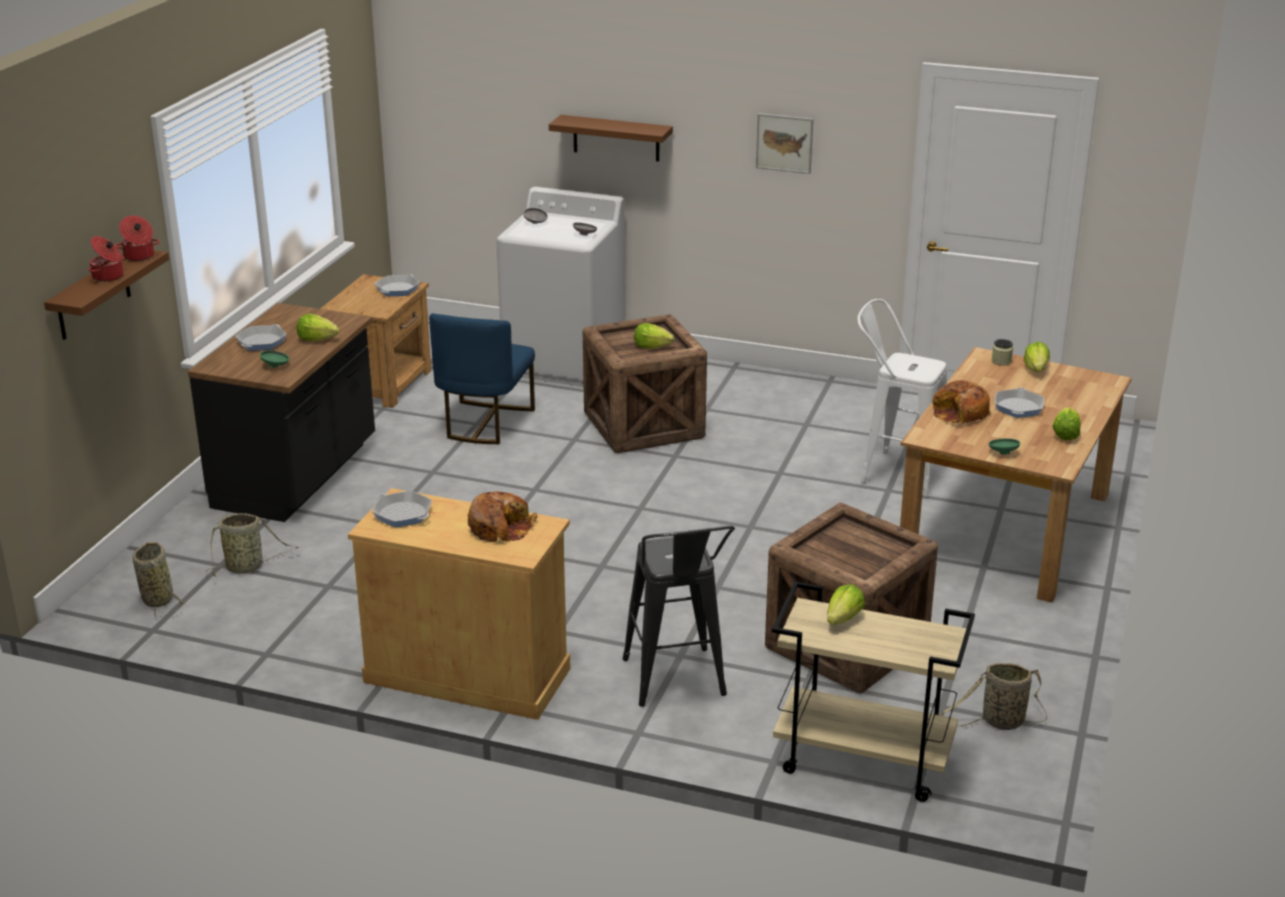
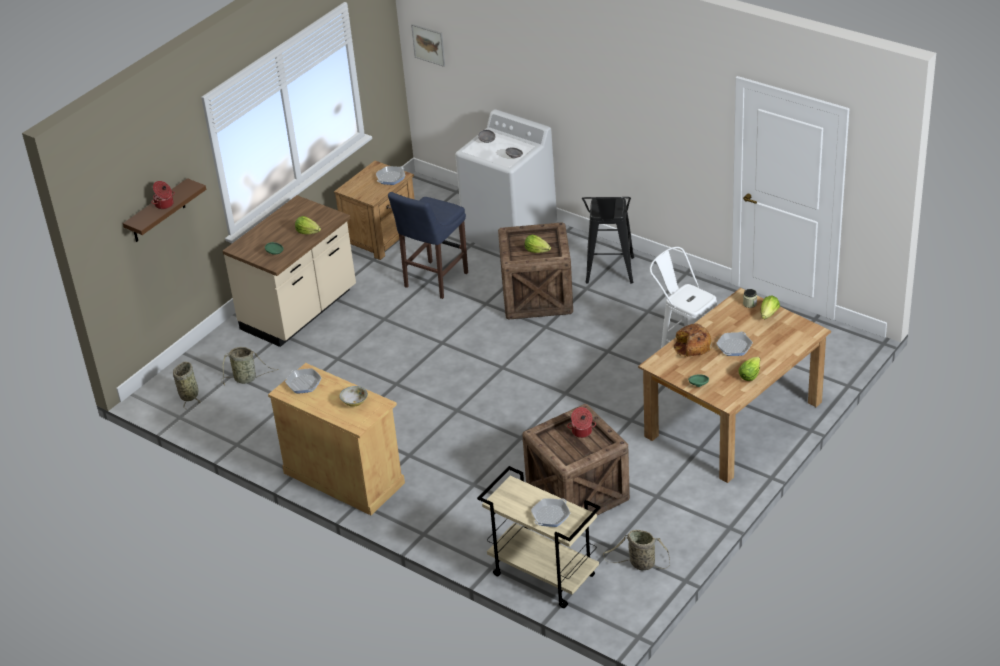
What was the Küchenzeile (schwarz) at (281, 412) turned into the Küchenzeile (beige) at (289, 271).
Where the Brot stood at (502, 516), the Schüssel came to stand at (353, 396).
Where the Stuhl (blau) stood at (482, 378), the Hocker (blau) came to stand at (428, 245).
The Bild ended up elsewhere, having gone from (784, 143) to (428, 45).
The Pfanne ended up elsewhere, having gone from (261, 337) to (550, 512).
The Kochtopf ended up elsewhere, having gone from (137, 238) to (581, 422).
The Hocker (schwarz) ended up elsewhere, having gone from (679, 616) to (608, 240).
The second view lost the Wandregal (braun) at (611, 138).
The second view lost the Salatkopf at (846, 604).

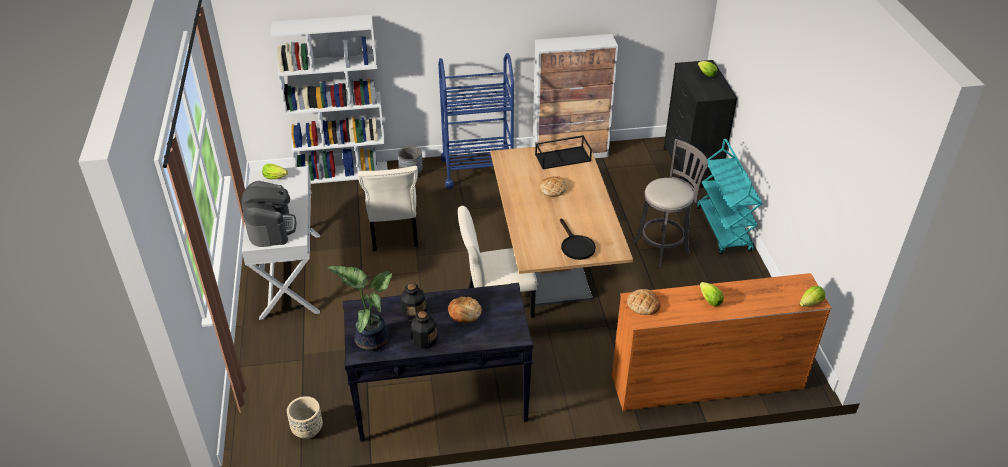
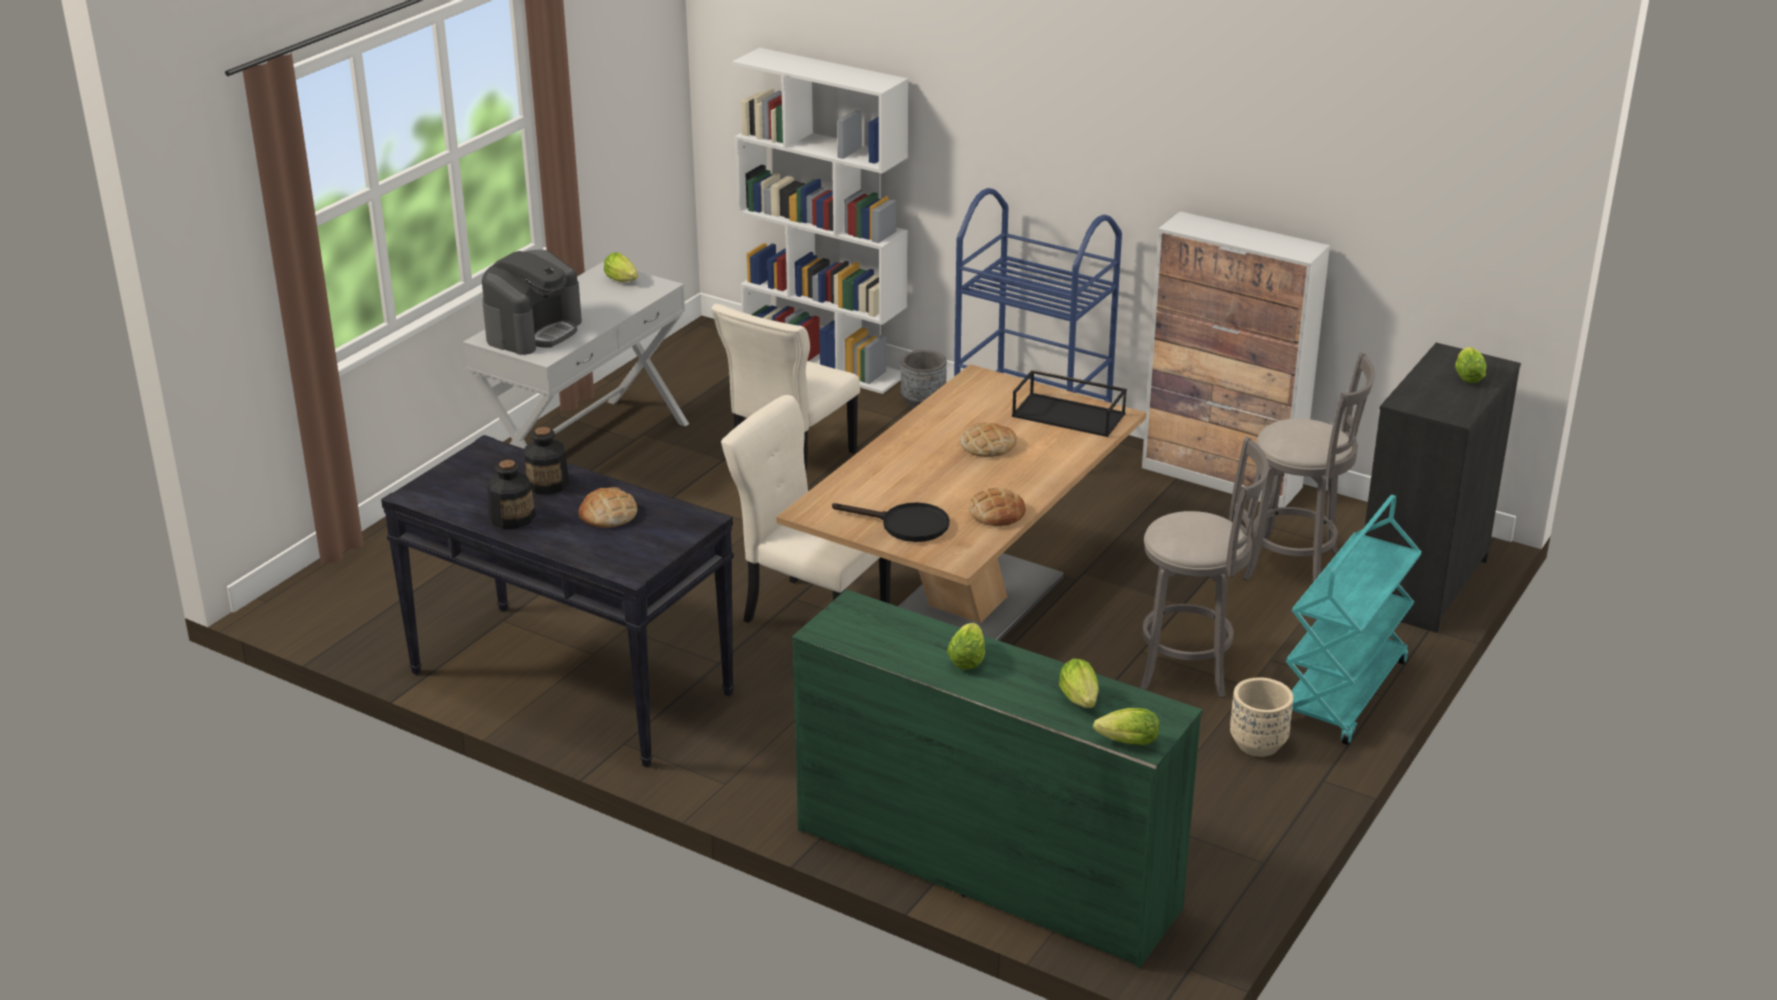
What was the Kommode (orange) at (721, 342) turned into the Kommode (grün) at (997, 778).
The Pfanne (schwarz) at (578, 239) ended up facing another way, 90 degrees counterclockwise from before.
The Brot ended up elsewhere, having gone from (644, 302) to (997, 507).
The second view gained the Salatkopf at (1079, 683).
The Pflanzkübel (beige) ended up elsewhere, having gone from (305, 417) to (1261, 717).
The second view gained the Hocker (grau) at (1309, 467).
The second view lost the Topfpflanze at (360, 308).

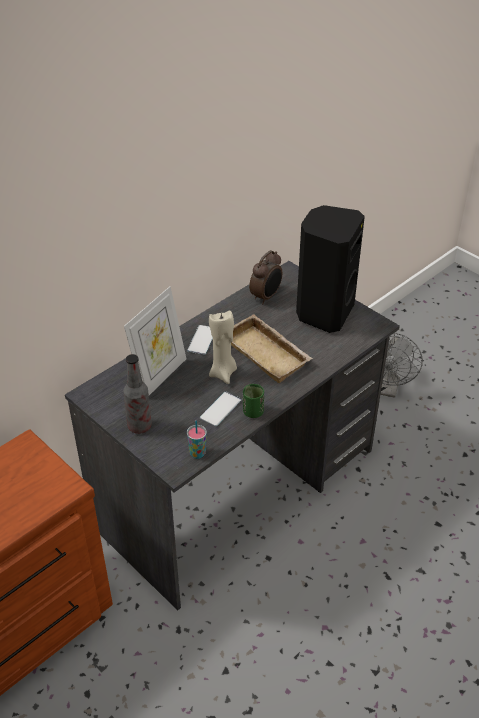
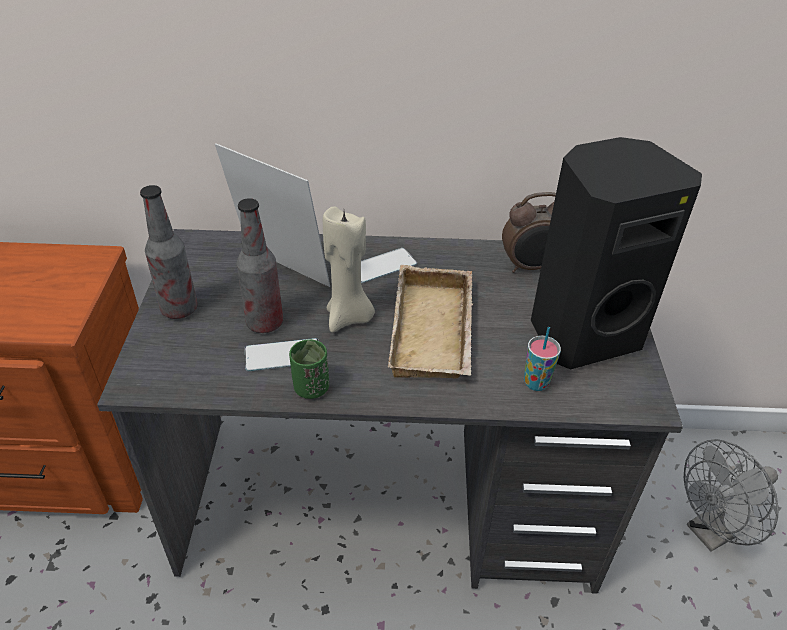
The Bilderrahmen at (155, 340) ended up facing another way, 135 degrees counterclockwise from before.
The second view gained the Flasche at (260, 265).
The Tasse ended up elsewhere, having gone from (197, 439) to (542, 359).

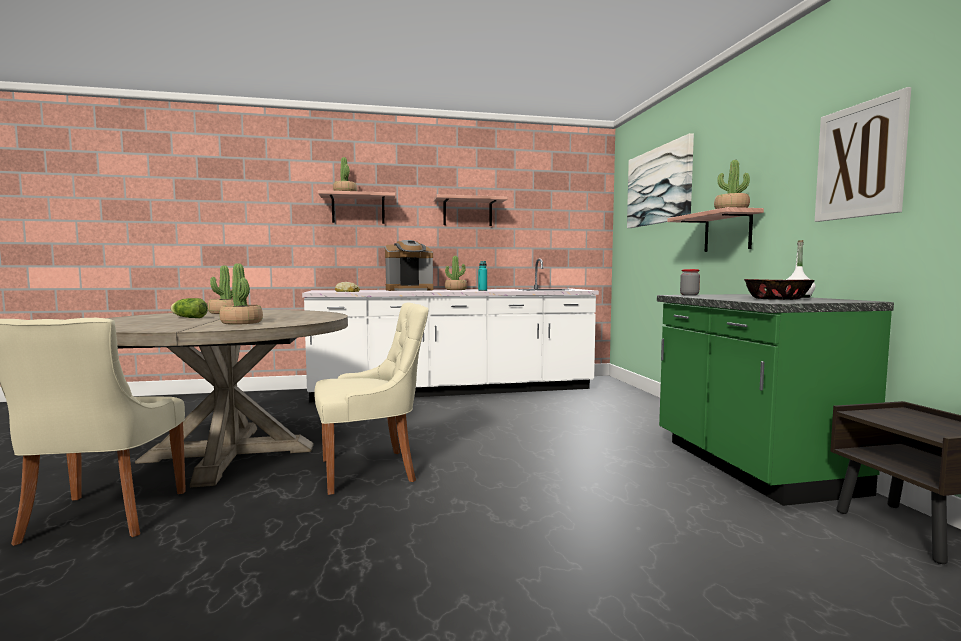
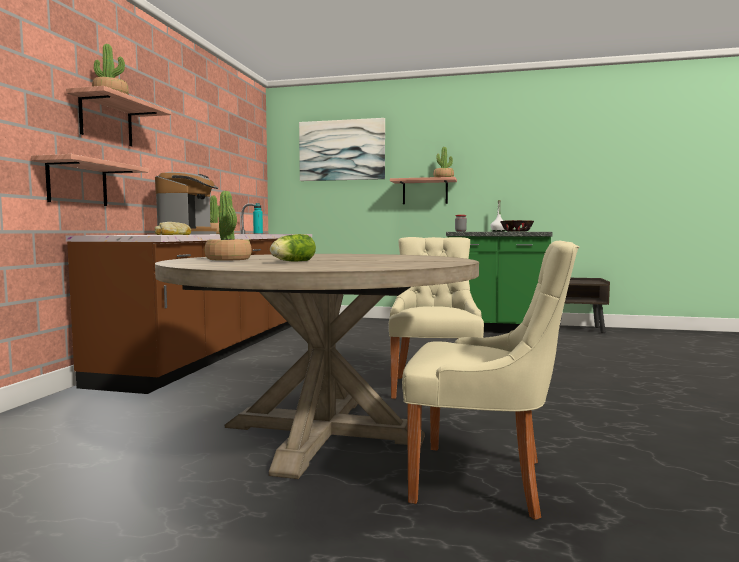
The Wandregal ended up elsewhere, having gone from (471, 210) to (90, 180).
What was the Küchenzeile (weiß) at (450, 331) turned into the Küchenzeile (braun) at (189, 298).
The second view lost the Topfpflanze at (241, 294).
The second view lost the Bild at (863, 154).

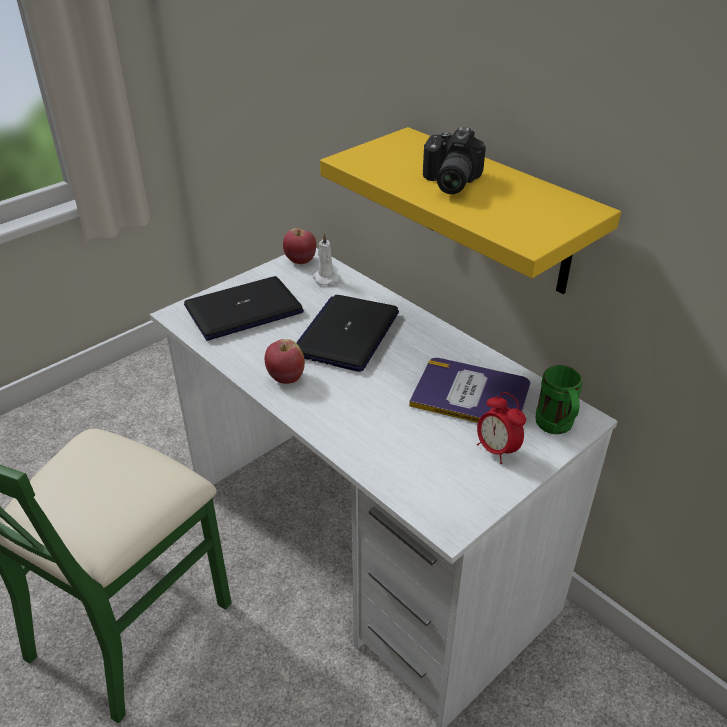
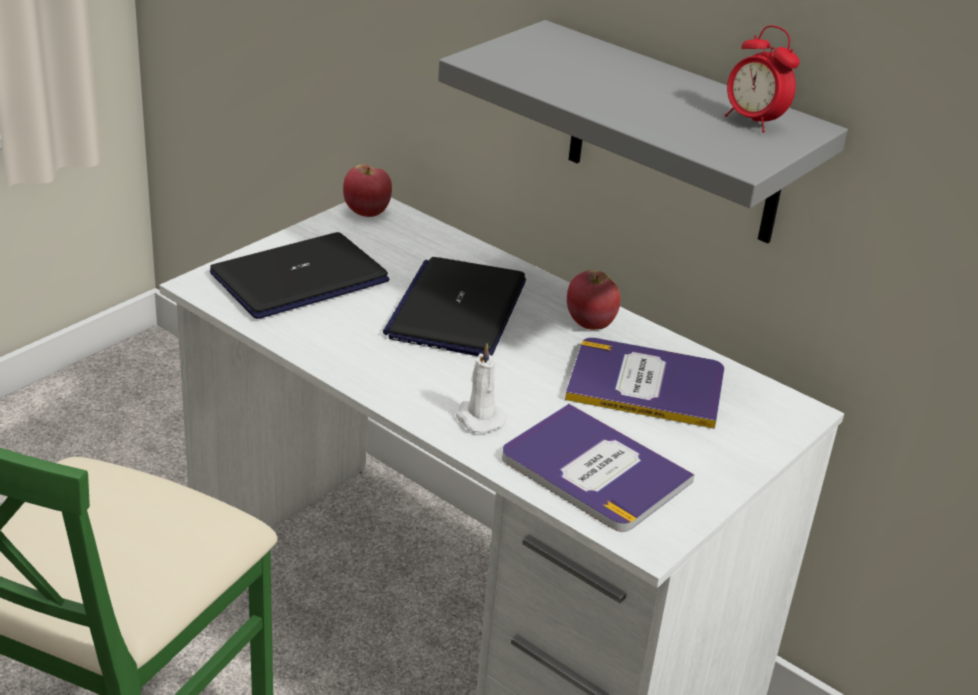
What was the Wandregal (gelb) at (470, 210) turned into the Wandregal (grau) at (643, 131).
The Kerze (weiß) ended up elsewhere, having gone from (326, 259) to (481, 388).
The second view gained the Buch at (598, 468).
The Apfel ended up elsewhere, having gone from (285, 361) to (593, 300).
The Wecker ended up elsewhere, having gone from (501, 428) to (762, 79).
The second view lost the Kamera at (454, 160).
The second view lost the Henkelbecher (grün) at (558, 399).

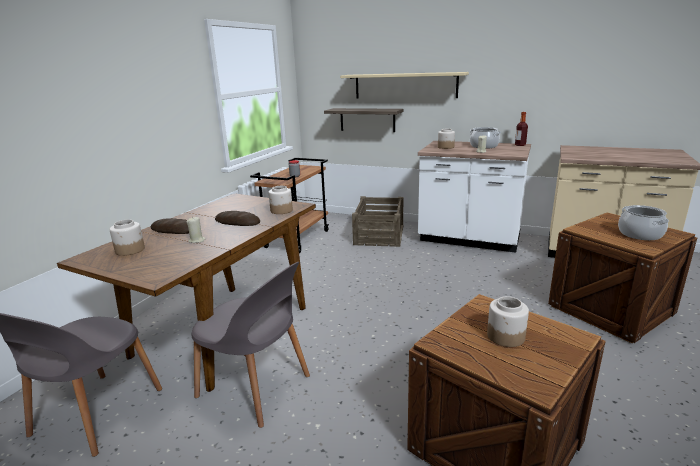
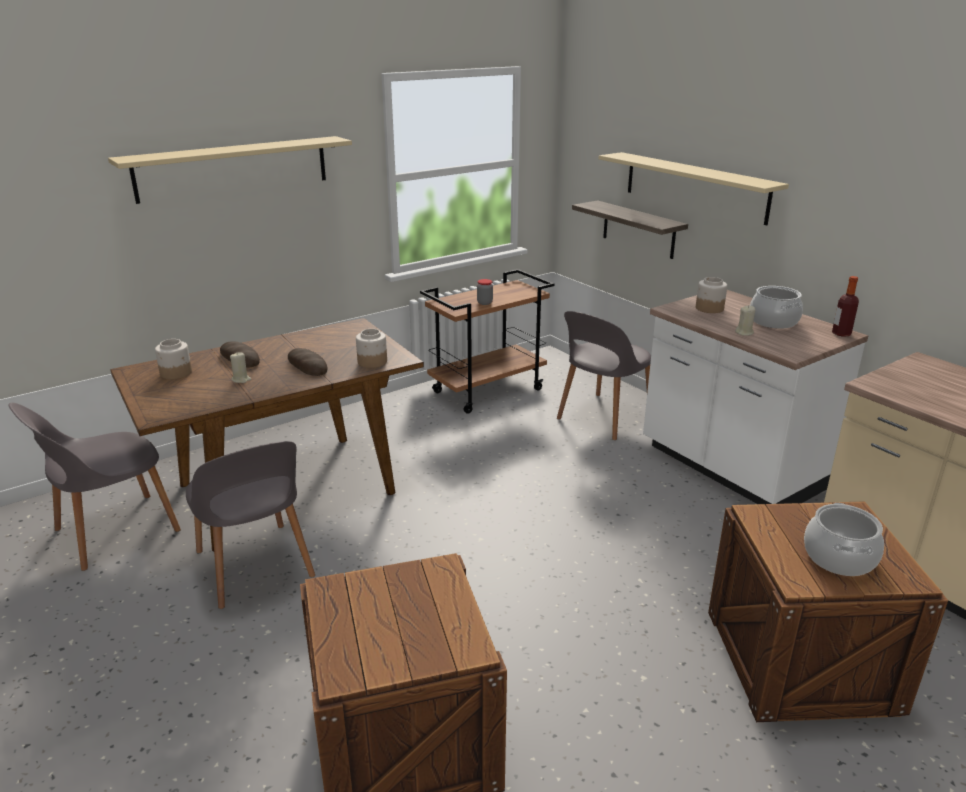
The second view gained the Wandregal (beige) at (230, 170).
Where the Kiste stood at (378, 221), the Stuhl (grau) came to stand at (604, 375).
The second view lost the Vorratsglas at (508, 321).

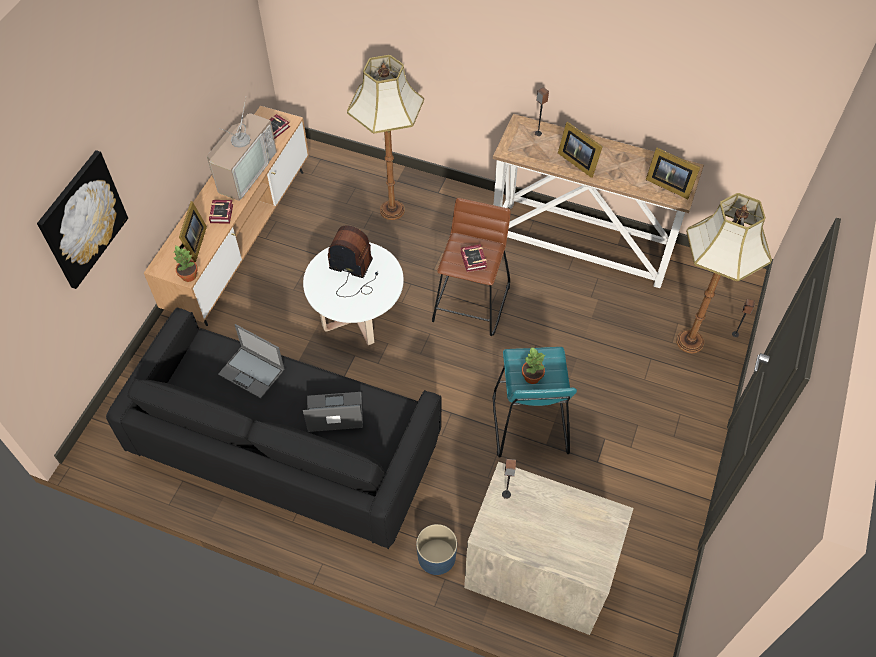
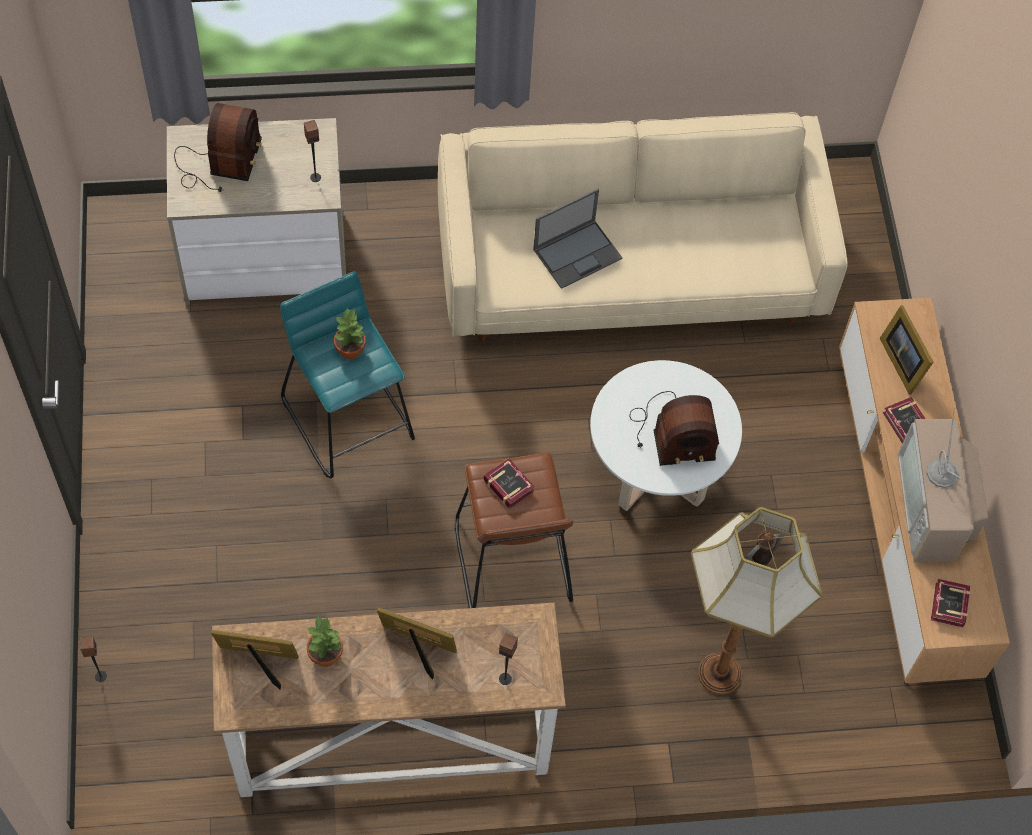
The second view gained the Radio at (218, 147).
The Topfpflanze ended up elsewhere, having gone from (185, 264) to (325, 641).
What was the Sofa (schwarz) at (274, 428) turned into the Sofa (beige) at (643, 227).
The second view lost the Bild at (82, 219).
The second view lost the Laptop at (251, 361).
The second view lost the Pflanzkübel (blau) at (436, 549).
The second view lost the Stehlampe at (724, 273).

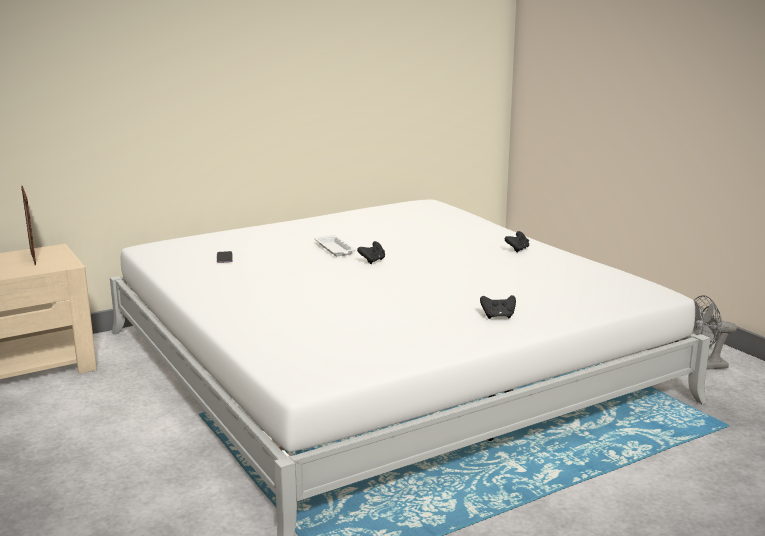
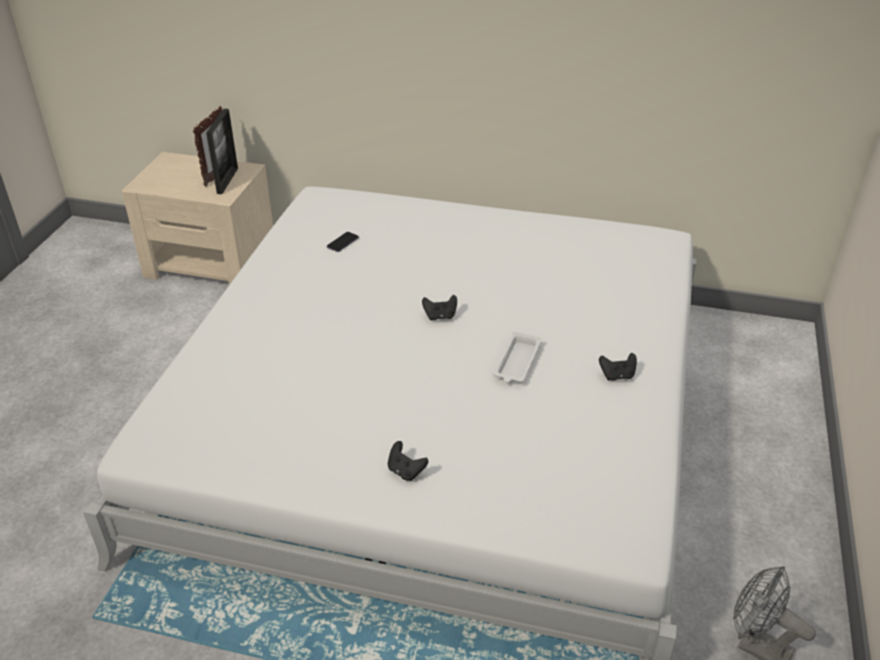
The second view gained the Bilderrahmen at (222, 151).
The Tablett (weiß) ended up elsewhere, having gone from (335, 245) to (517, 357).

